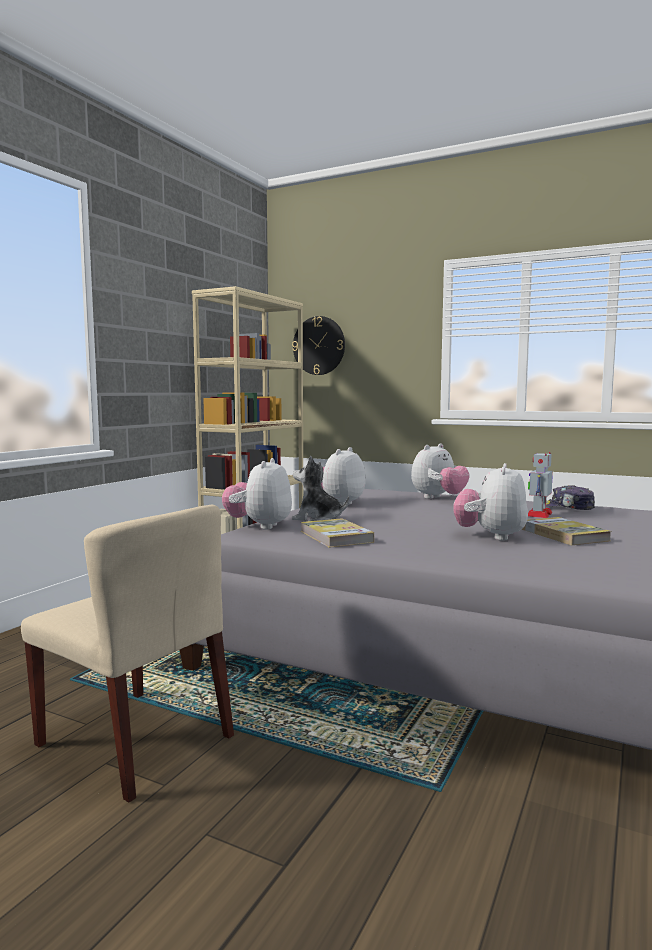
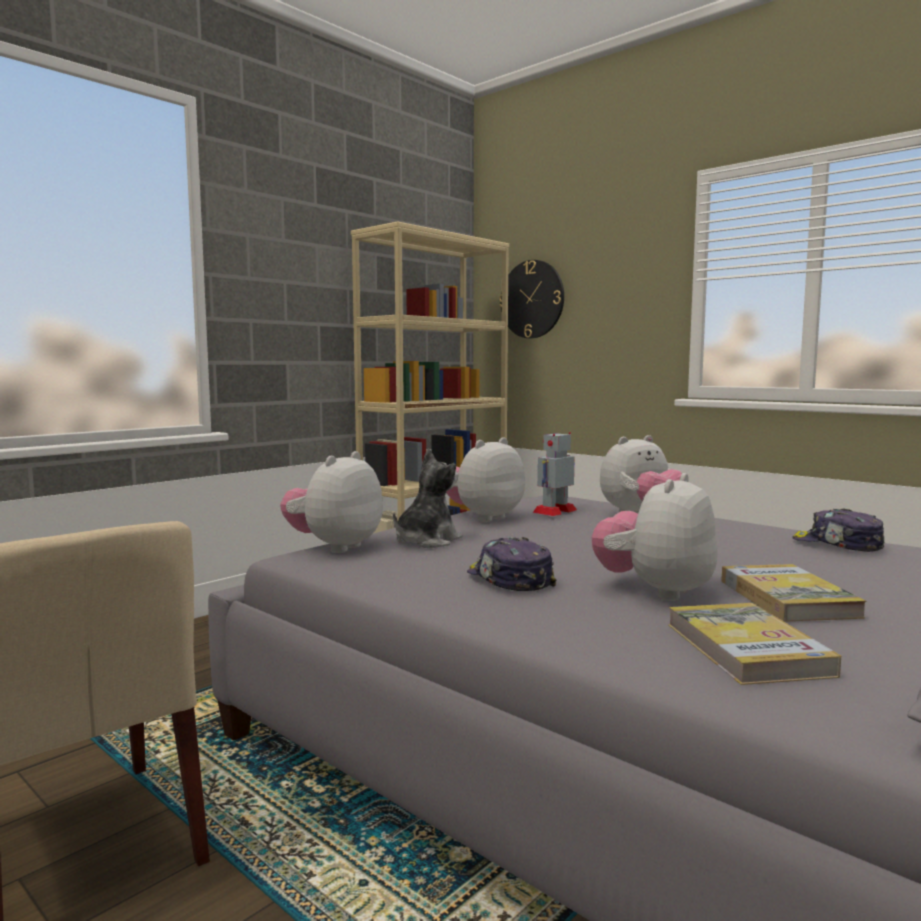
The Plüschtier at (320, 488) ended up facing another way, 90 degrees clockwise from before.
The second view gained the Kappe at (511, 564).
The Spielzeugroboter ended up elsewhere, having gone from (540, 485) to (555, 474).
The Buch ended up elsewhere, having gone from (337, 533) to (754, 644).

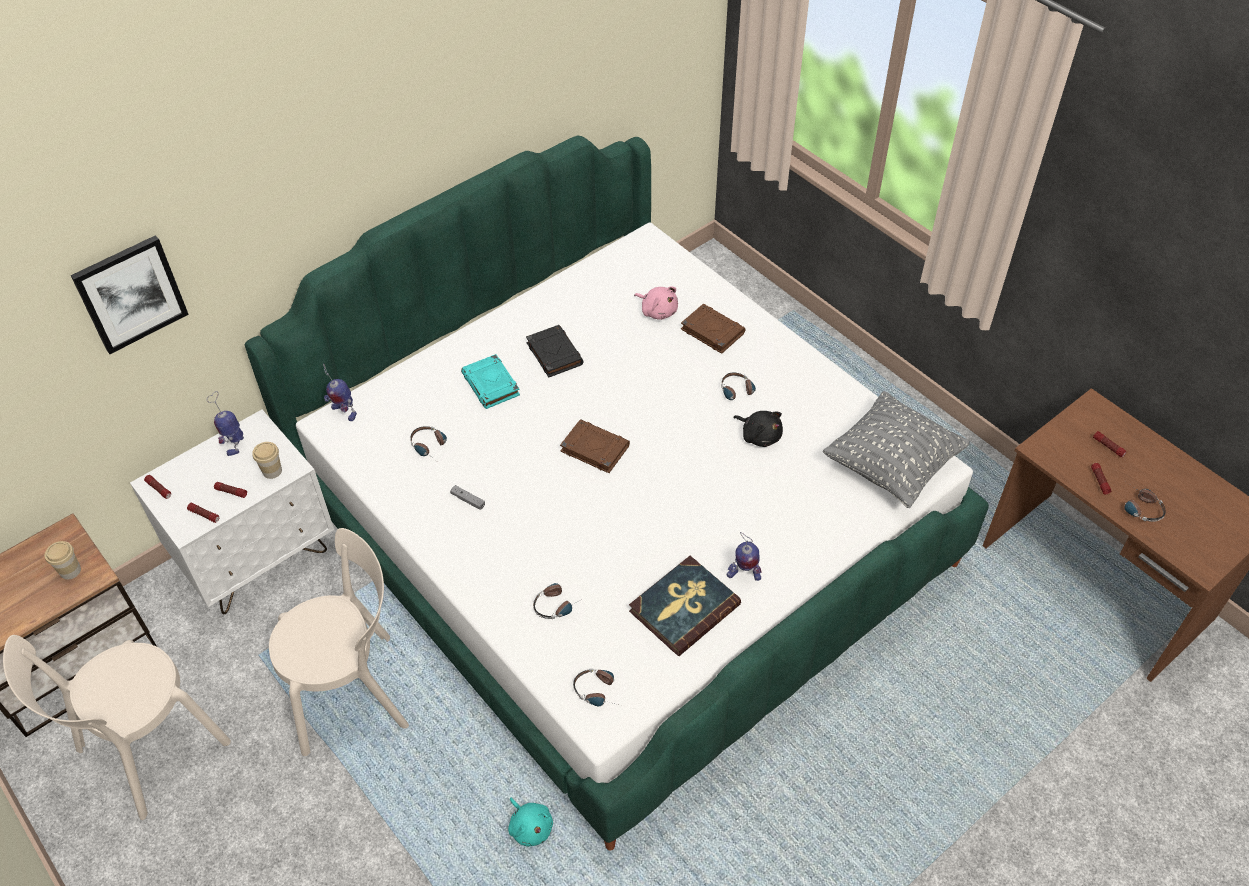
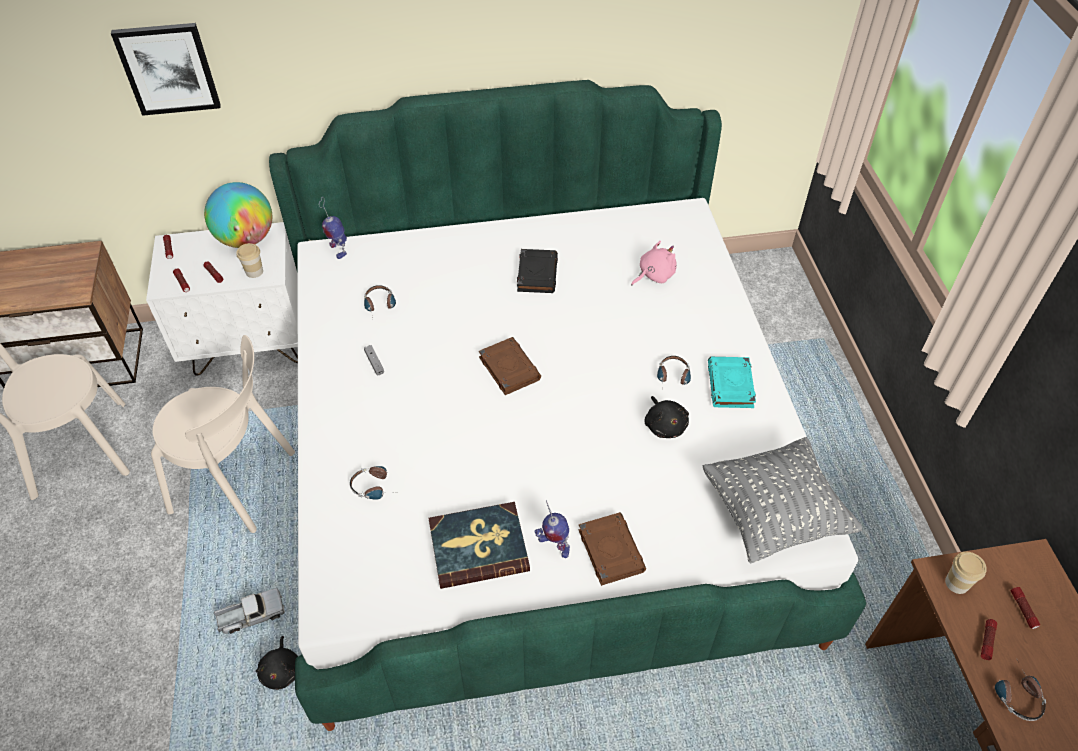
Where the Spielzeugroboter stood at (225, 423), the Globus came to stand at (238, 215).
The second view gained the Spielzeuglaster at (249, 611).
What was the Plüschtier (türkis) at (530, 822) turned into the Plüschtier (schwarz) at (277, 663).
The Buch (braun) ended up elsewhere, having gone from (713, 329) to (612, 549).
The Plüschtier (rosa) at (656, 303) ended up facing another way, 105 degrees counterclockwise from before.
The Buch (türkis) ended up elsewhere, having gone from (490, 381) to (732, 382).
The Tasse ended up elsewhere, having gone from (63, 560) to (966, 573).
The second view lost the Kopfhörer at (595, 687).

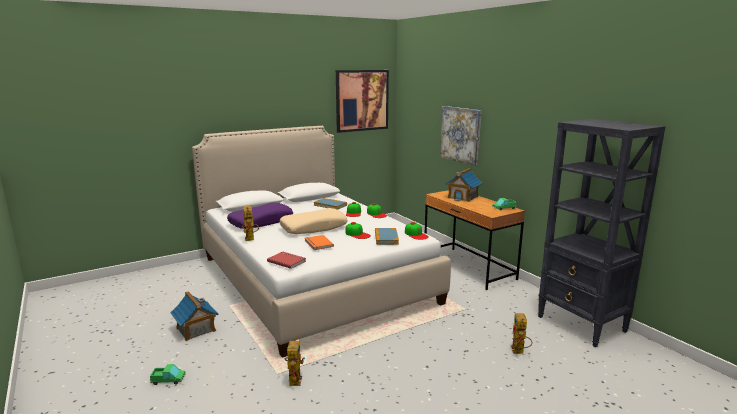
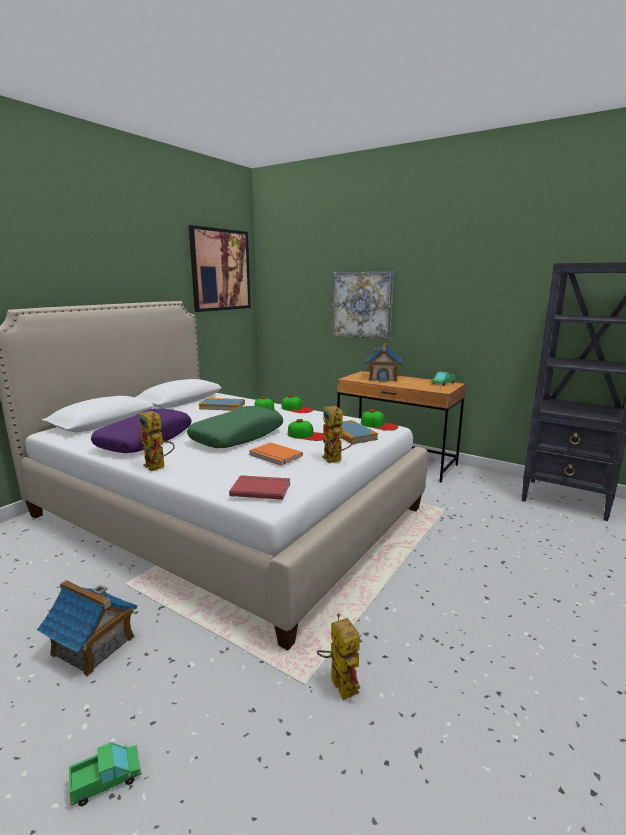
What was the Kissen (beige) at (314, 221) turned into the Kissen (grün) at (235, 427).
The Spielzeugroboter ended up elsewhere, having gone from (521, 333) to (337, 434).

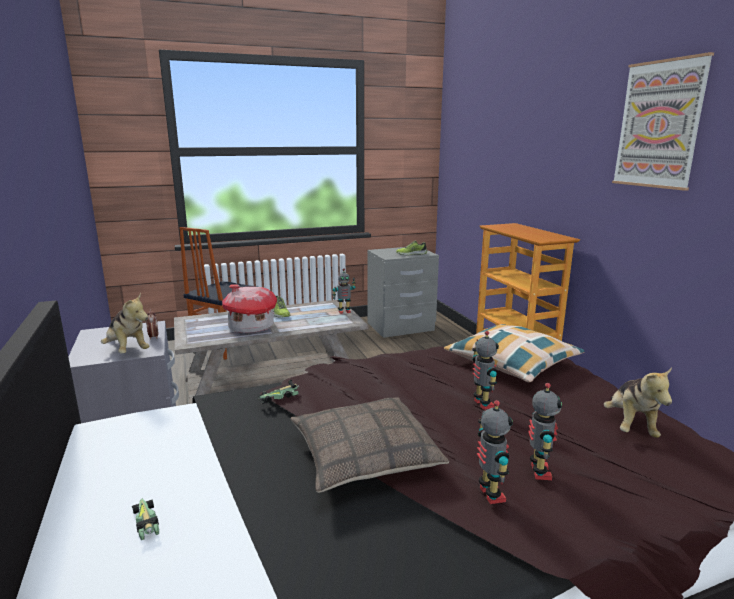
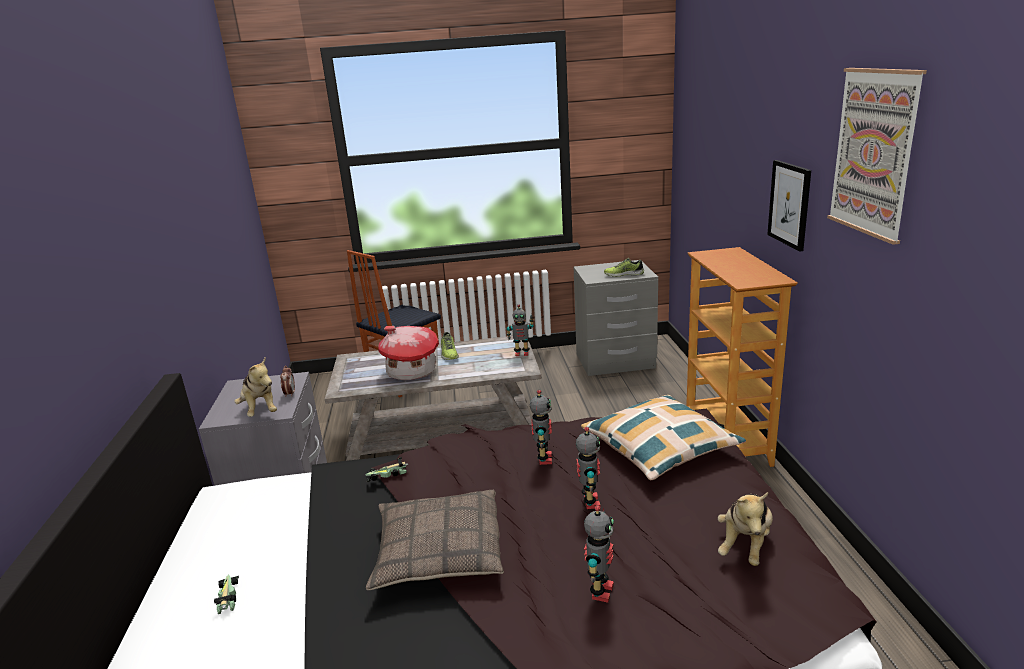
The Spielzeugroboter ended up elsewhere, having gone from (495, 452) to (541, 427).
The second view gained the Bild at (789, 206).

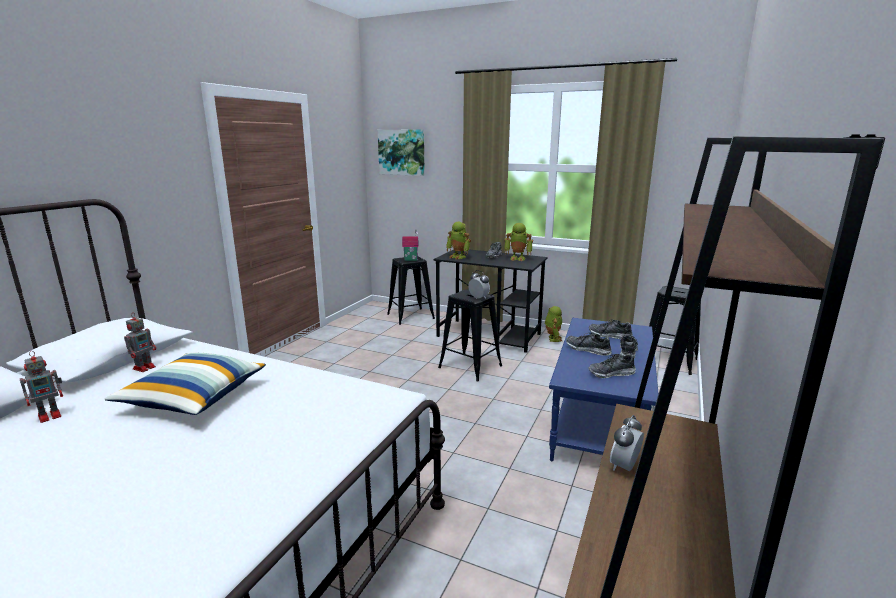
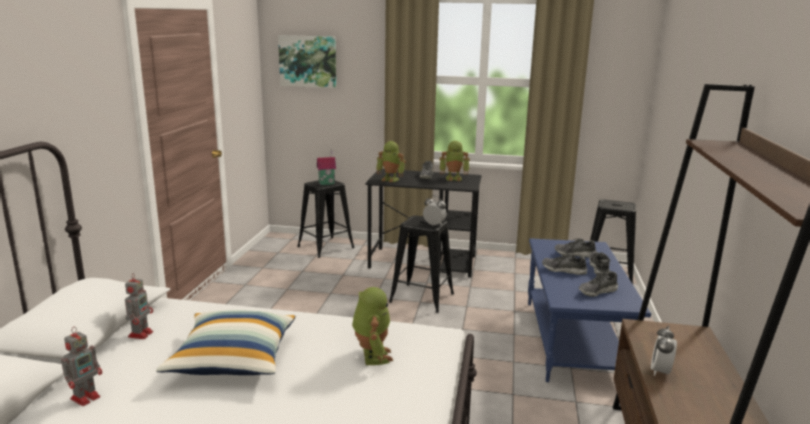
The Spielzeugroboter ended up elsewhere, having gone from (553, 324) to (372, 326).

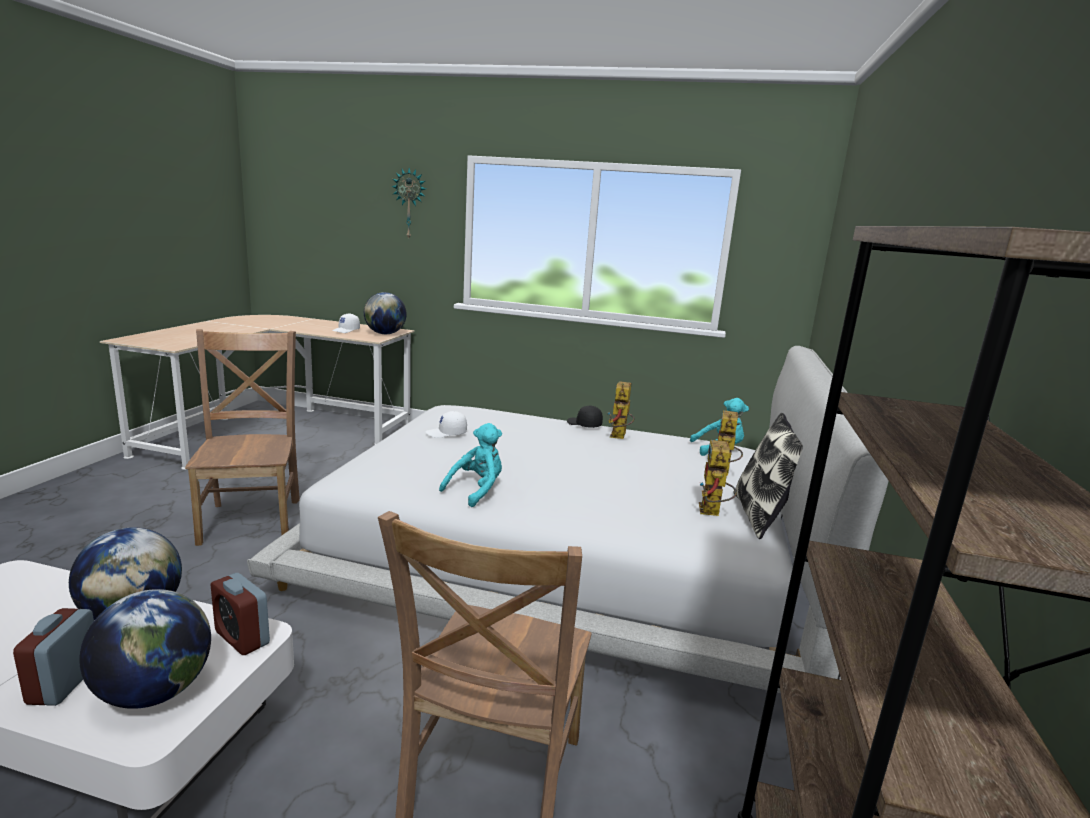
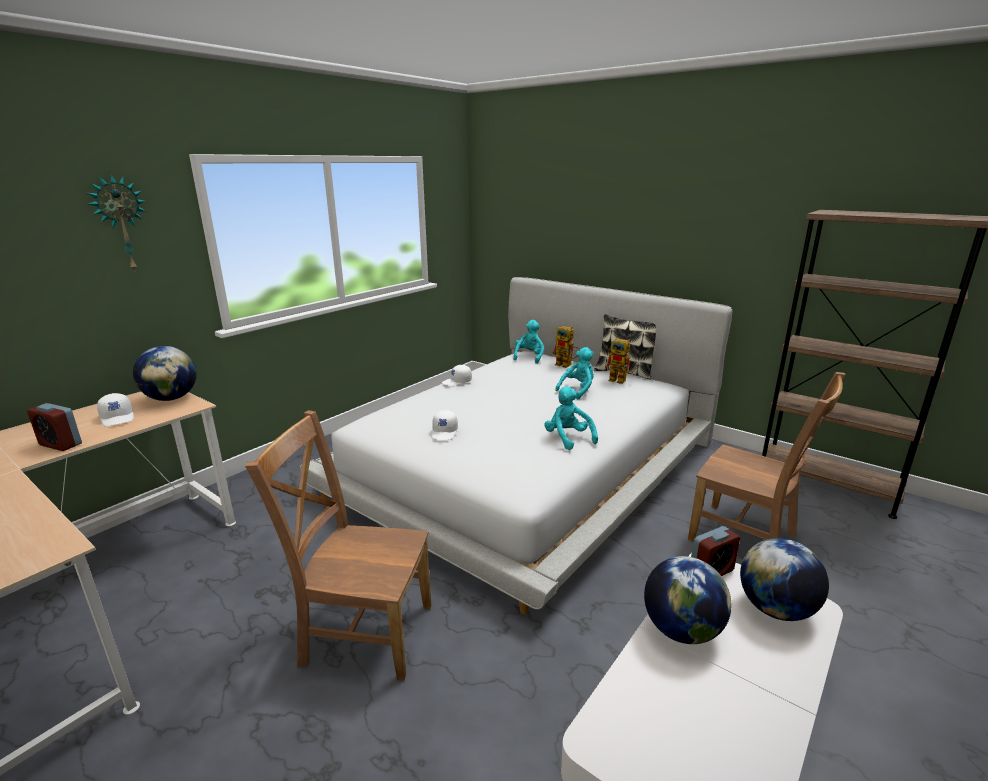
The Wecker ended up elsewhere, having gone from (53, 657) to (54, 427).
What was the Kappe (schwarz) at (585, 417) turned into the Kappe (weiß) at (457, 376).
The second view gained the Plüschtier (türkis) at (574, 373).
The second view lost the Spielzeugroboter at (621, 410).

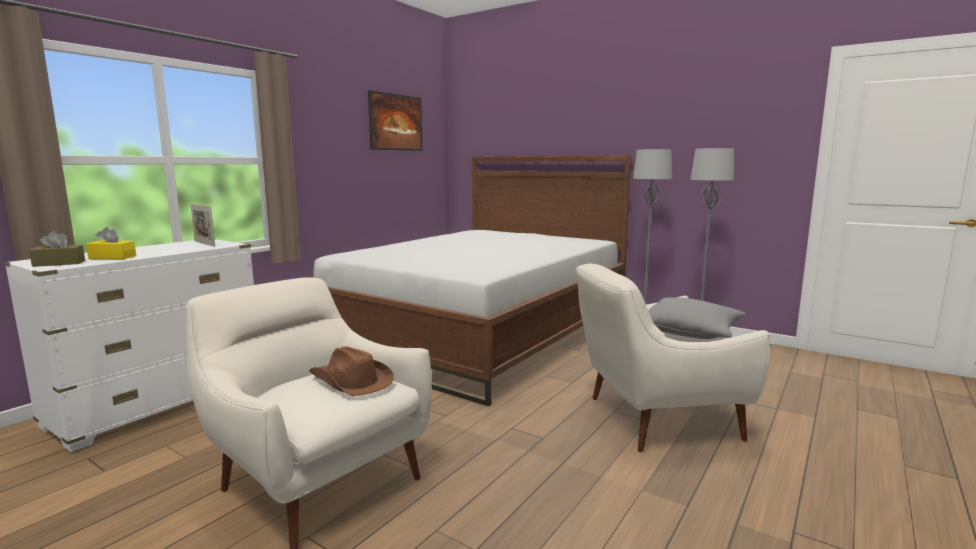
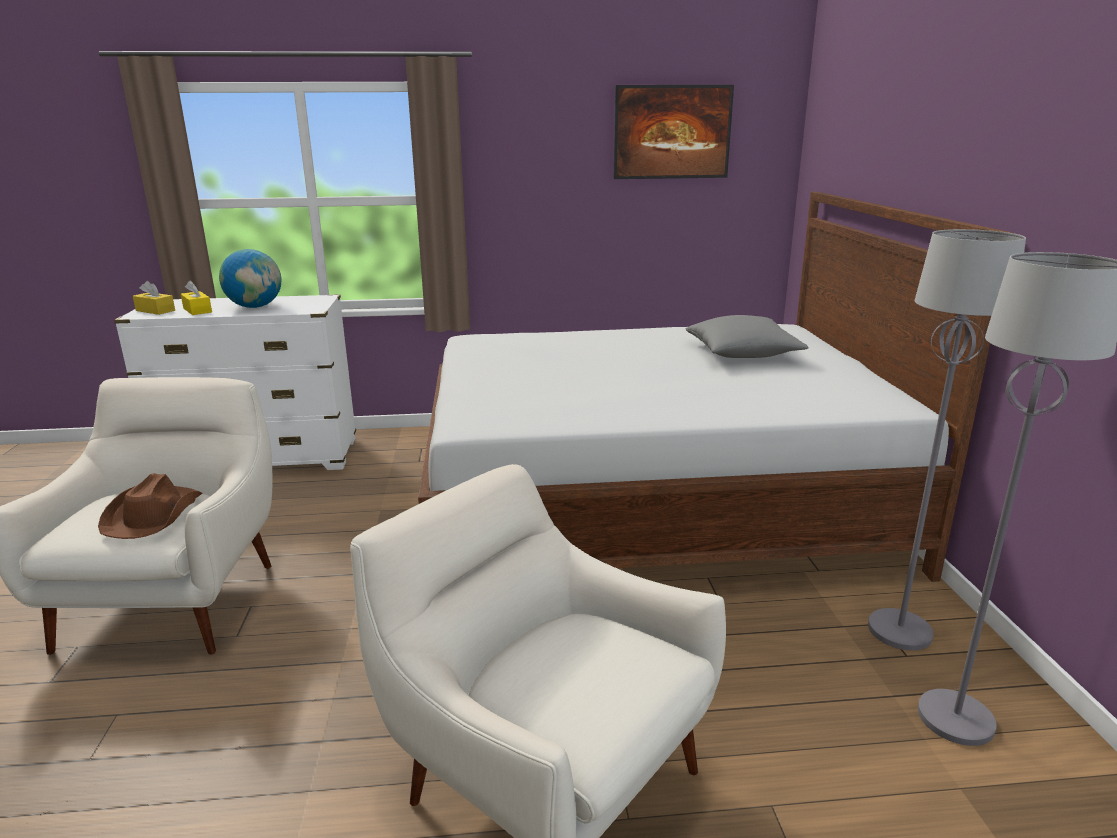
What was the Taschentuchbox (braun) at (57, 249) turned into the Taschentuchbox (gelb) at (154, 298).
The second view gained the Globus at (250, 278).
The Kissen (grau) ended up elsewhere, having gone from (697, 318) to (747, 336).
The second view lost the Bilderrahmen at (202, 225).

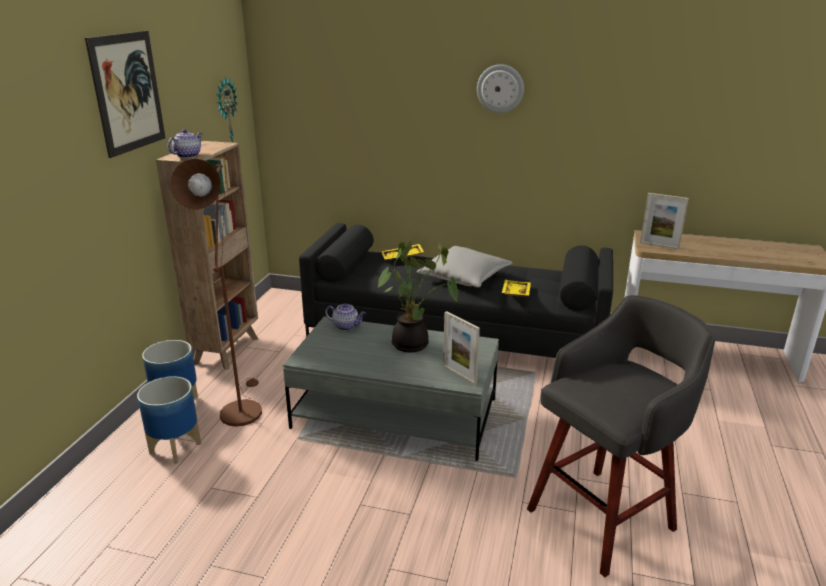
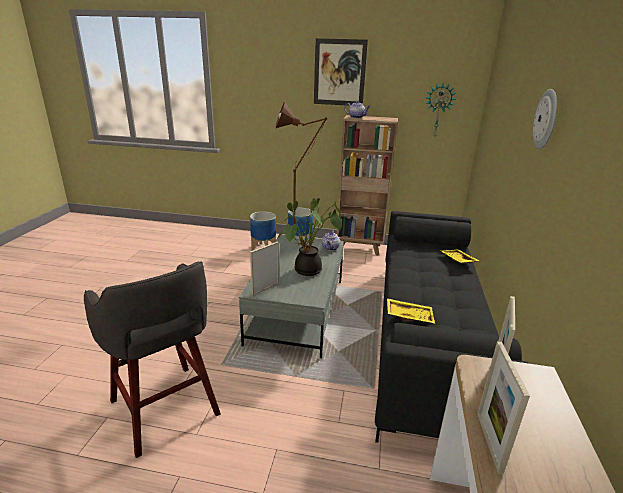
The second view gained the Bilderrahmen at (503, 408).
The second view lost the Kissen (grau) at (465, 266).

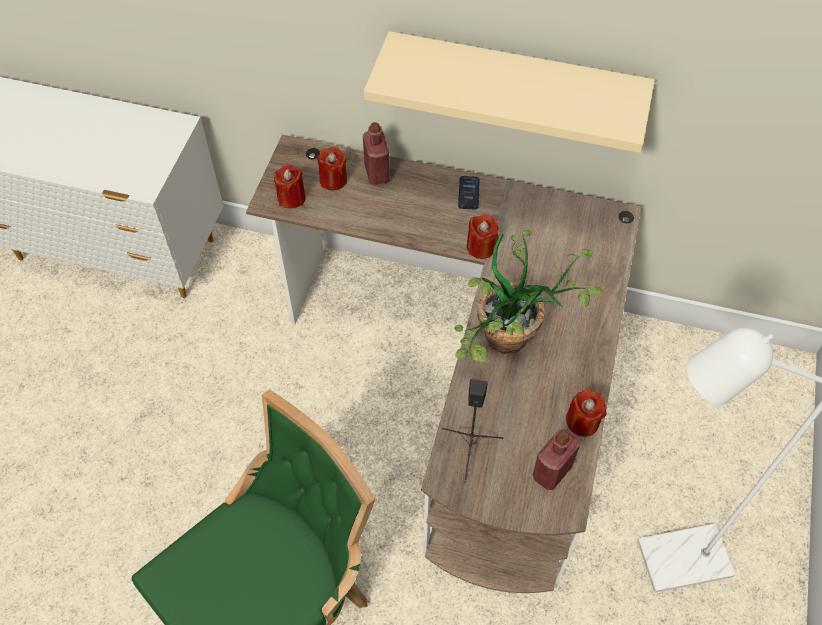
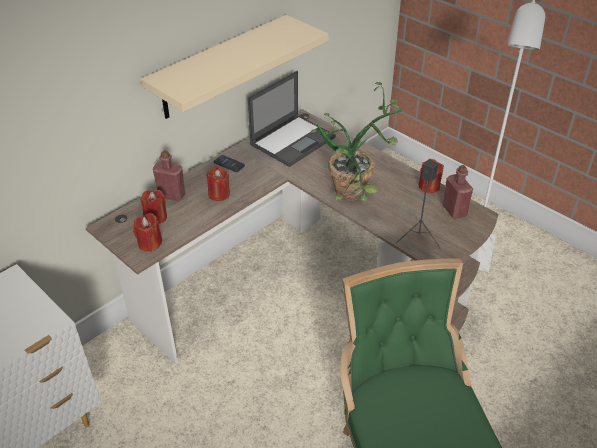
The Kerze (rot) ended up elsewhere, having gone from (482, 236) to (218, 184).
The second view gained the Laptop at (292, 119).

